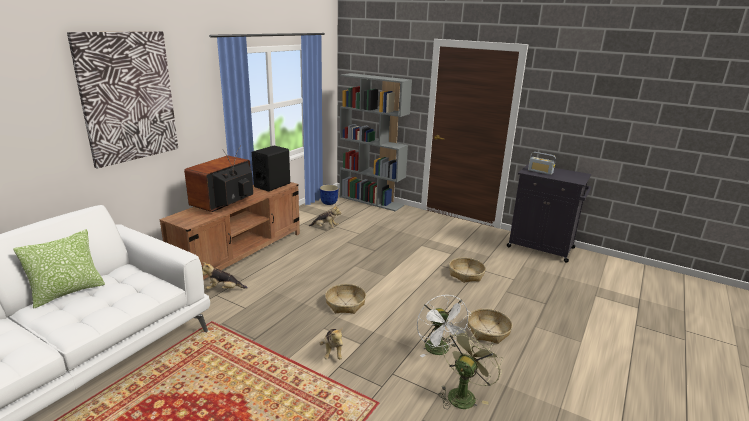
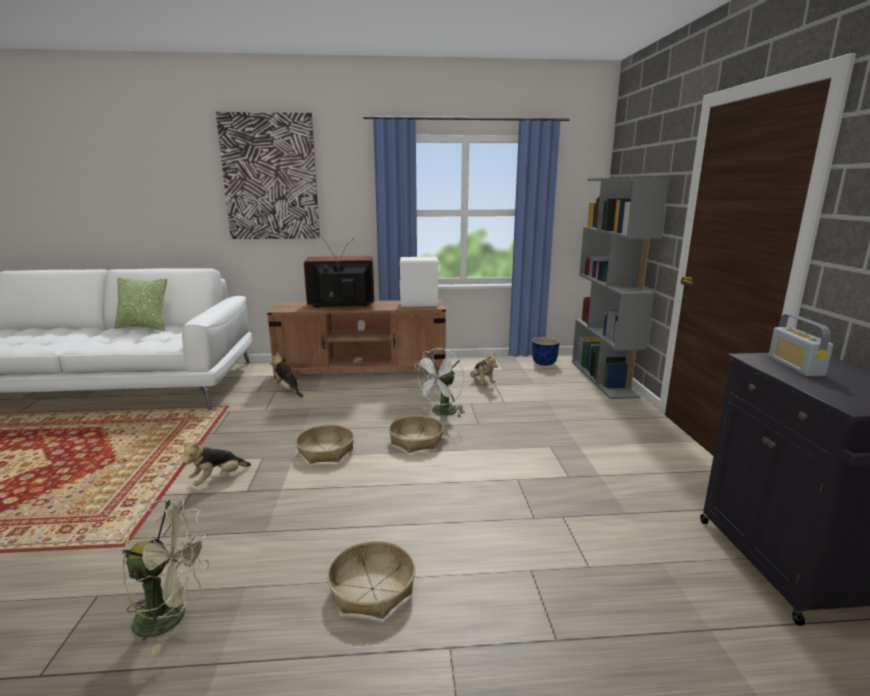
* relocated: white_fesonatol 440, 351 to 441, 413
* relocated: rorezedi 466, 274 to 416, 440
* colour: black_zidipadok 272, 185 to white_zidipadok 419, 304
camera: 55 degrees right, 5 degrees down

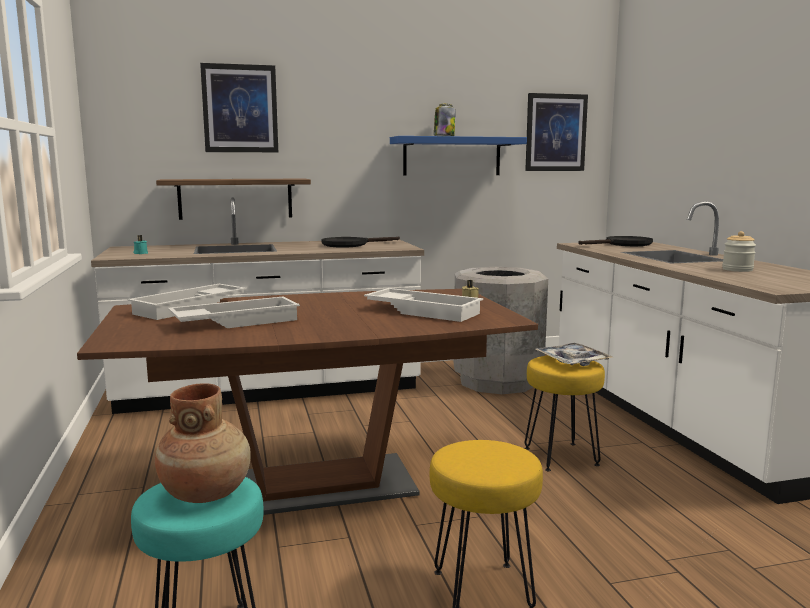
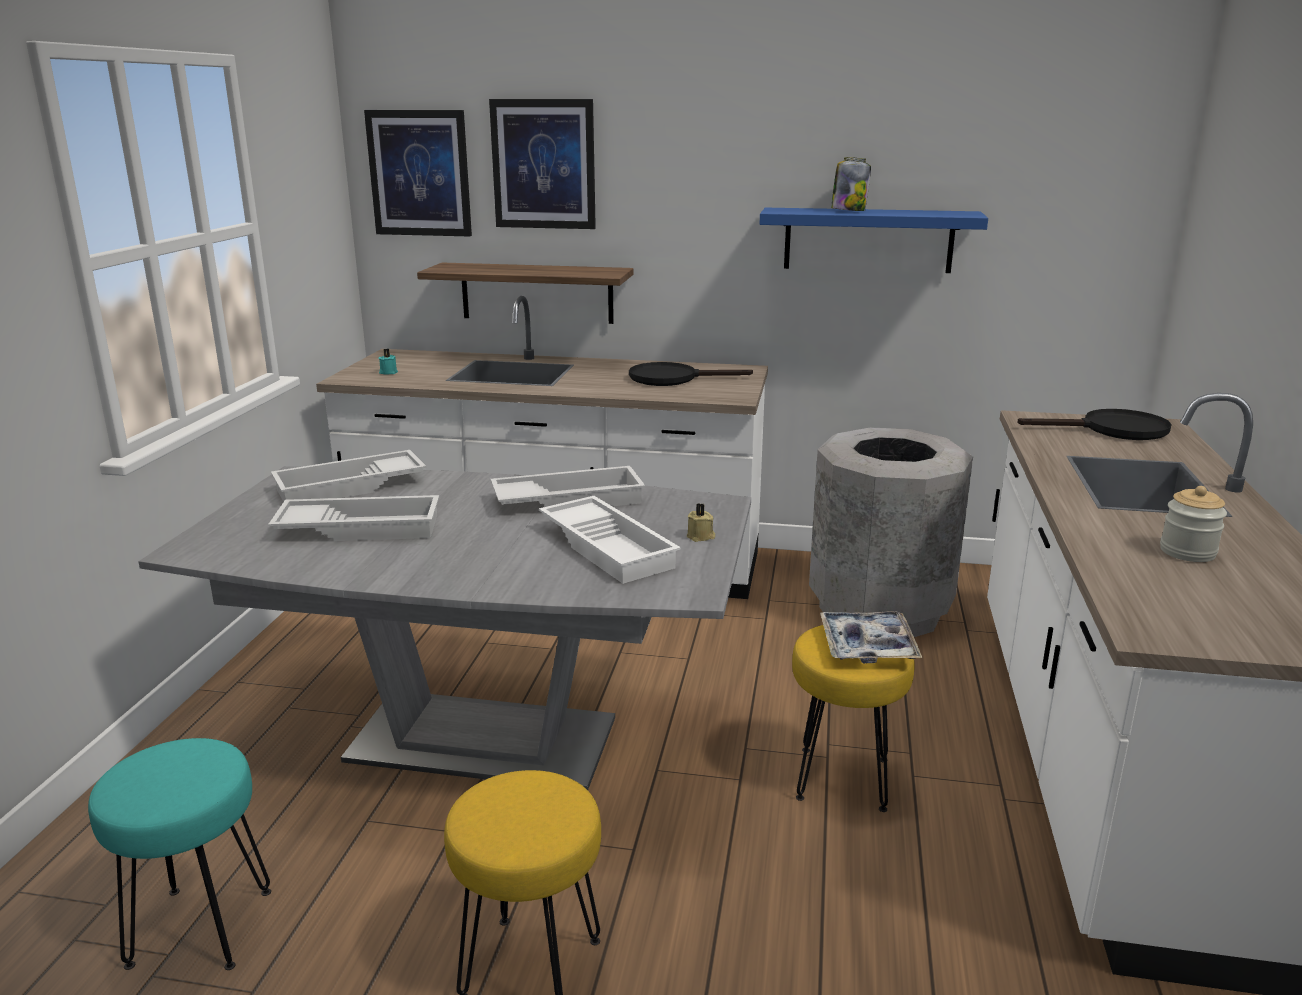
* missing: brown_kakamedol 206, 493
* appeared: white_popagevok 568, 499
* relocated: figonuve 555, 132 to 419, 173
* colour: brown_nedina 318, 486 to grey_nedina 483, 740
camera: 25 degrees right, 10 degrees up

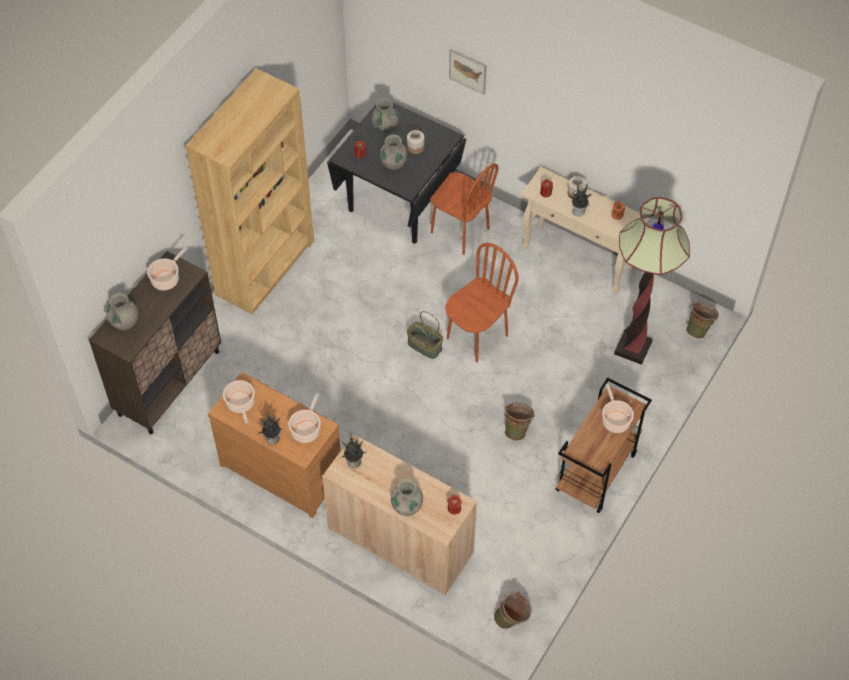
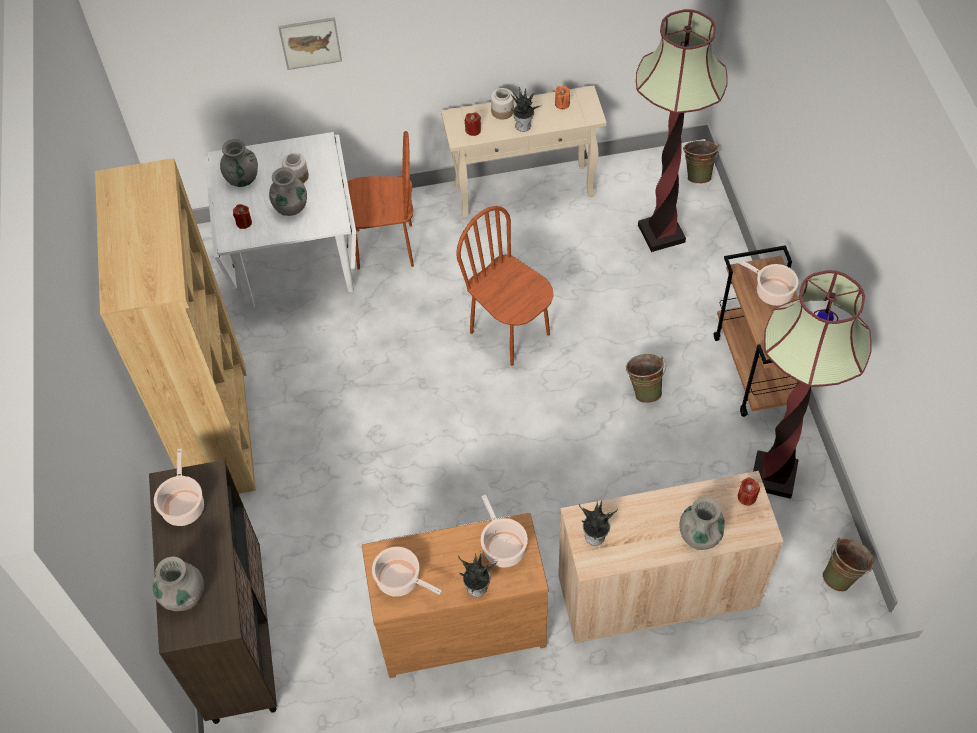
* missing: rorezedi 425, 346
* appeared: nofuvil 773, 476
* colour: black_nedina 398, 205 to white_nedina 297, 266
* spun: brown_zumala 477, 336 = 510, 333 45 degrees counterclockwise
camera: 40 degrees left, 0 degrees up

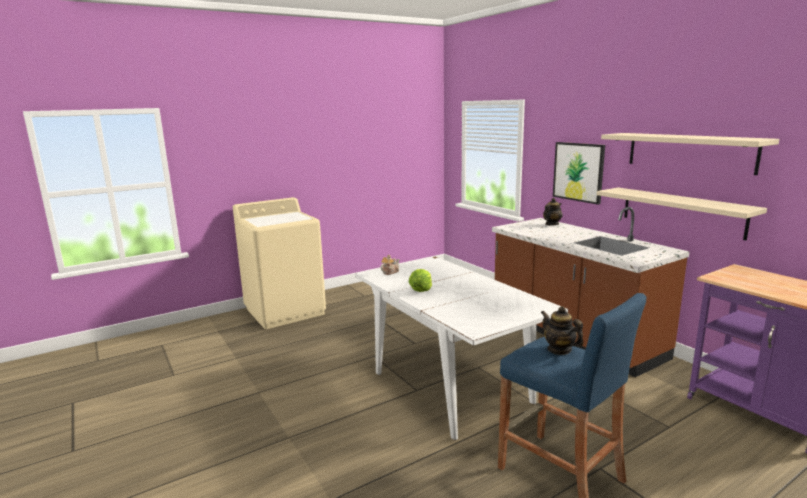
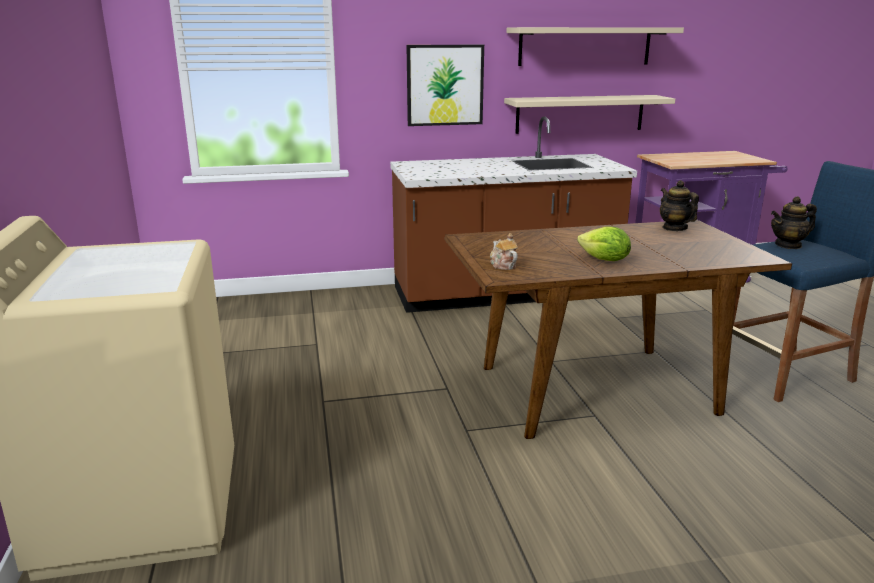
* relocated: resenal 551, 224 to 674, 228
* colour: white_nedina 450, 386 to brown_nedina 594, 390
camera: 70 degrees left, 5 degrees up

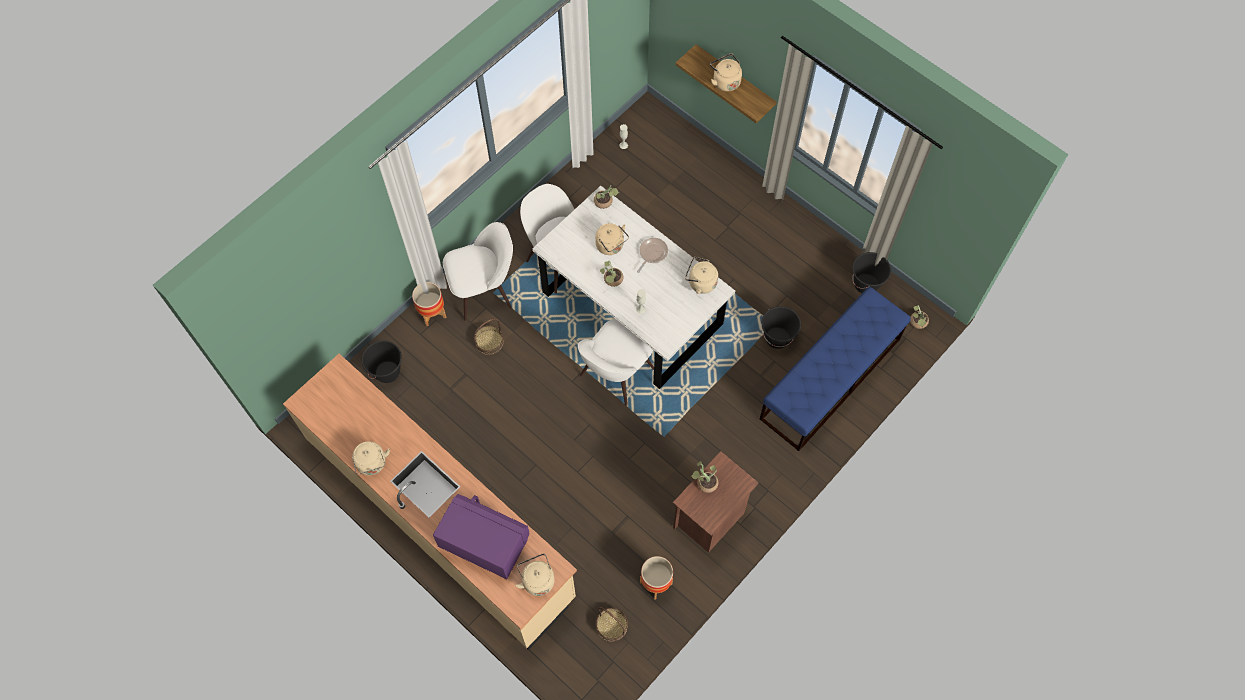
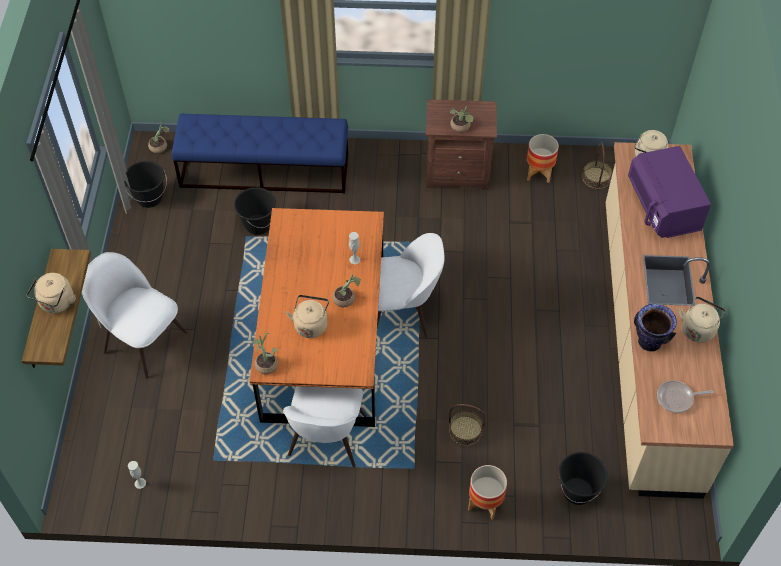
* missing: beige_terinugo 700, 282
* appeared: kakamedol 649, 342
* relocated: white_zumala 484, 290 to 142, 340
* relocated: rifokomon 652, 253 to 677, 398
* colour: white_nedina 631, 308 to orange_nedina 325, 344
camera: 130 degrees left, 10 degrees down

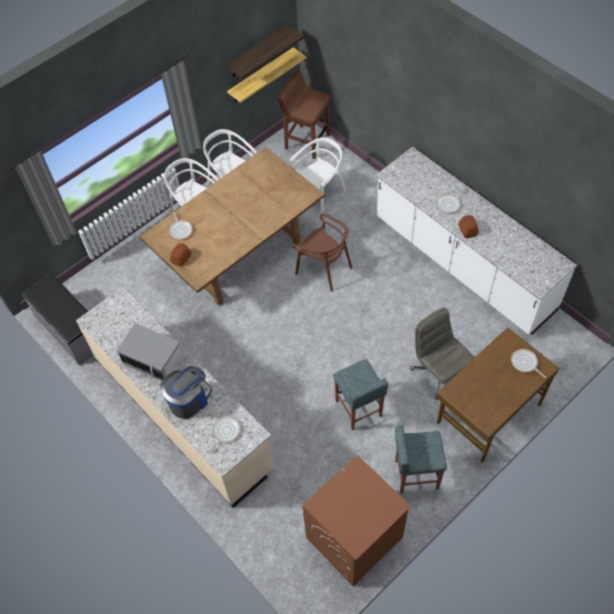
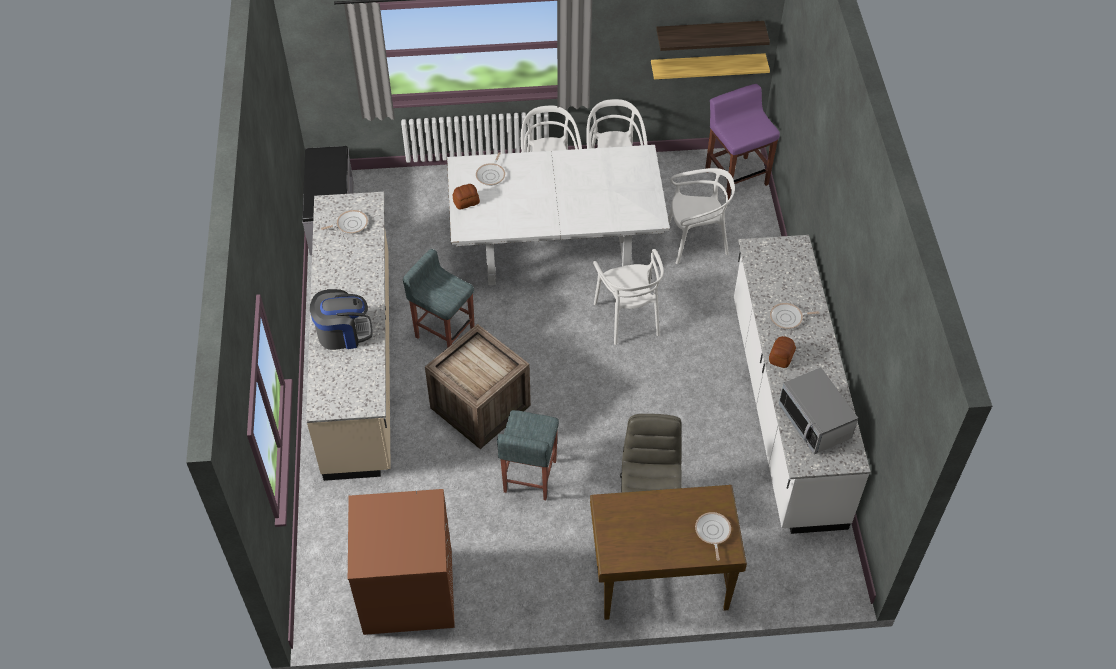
* appeared: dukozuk 478, 406
* relocated: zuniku 154, 360 to 814, 422
* relocated: rifokomon 225, 432 to 350, 224
* relocated: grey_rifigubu 415, 474 to 444, 333
* colour: brown_nedina 240, 254 to white_nedina 557, 248
* colour: brown_rifigubu 306, 141 to purple_rifigubu 736, 177
* colour: brown_zumala 324, 269 to white_zumala 628, 317
camera: 35 degrees right, 5 degrees down

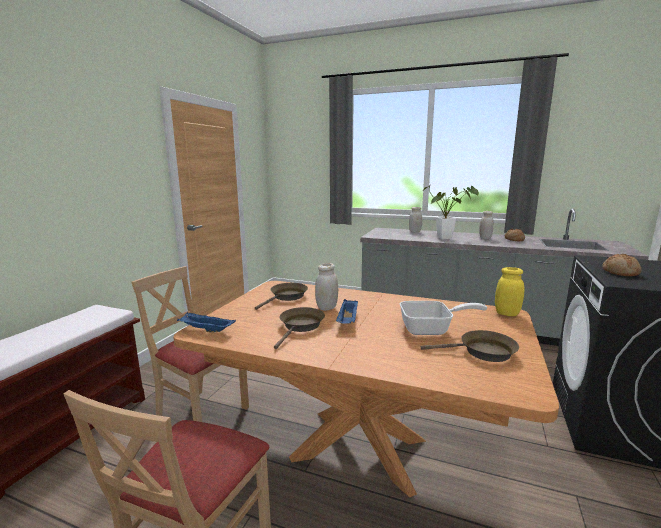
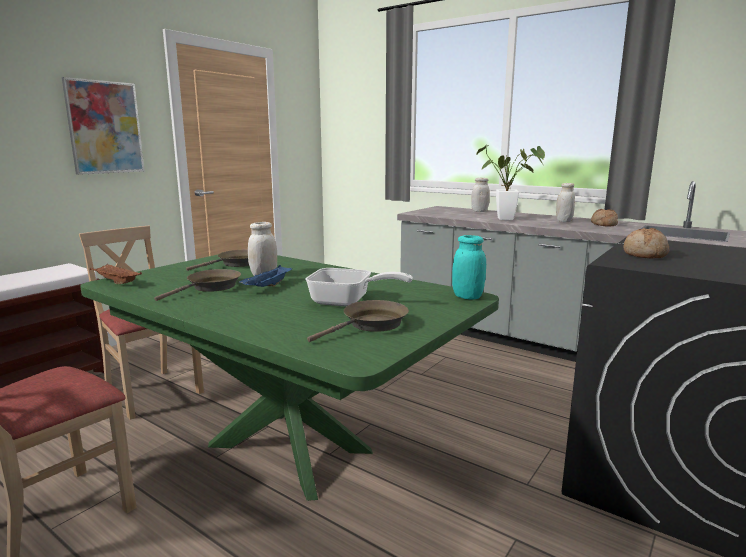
* appeared: figonuve 105, 127
* colour: brown_nedina 360, 449 to green_nedina 289, 448
* colour: blue_popagevok 205, 330 to brown_popagevok 116, 282
* colour: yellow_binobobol 507, 313 to turquoise_binobobol 467, 297
* spun: brown_rifokomon 482, 352 = 371, 325 60 degrees counterclockwise
camera: 15 degrees right, 0 degrees up

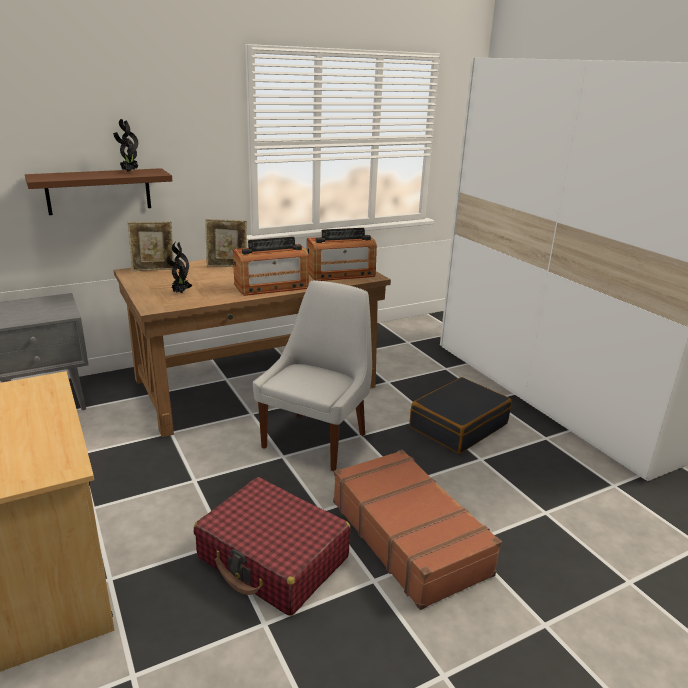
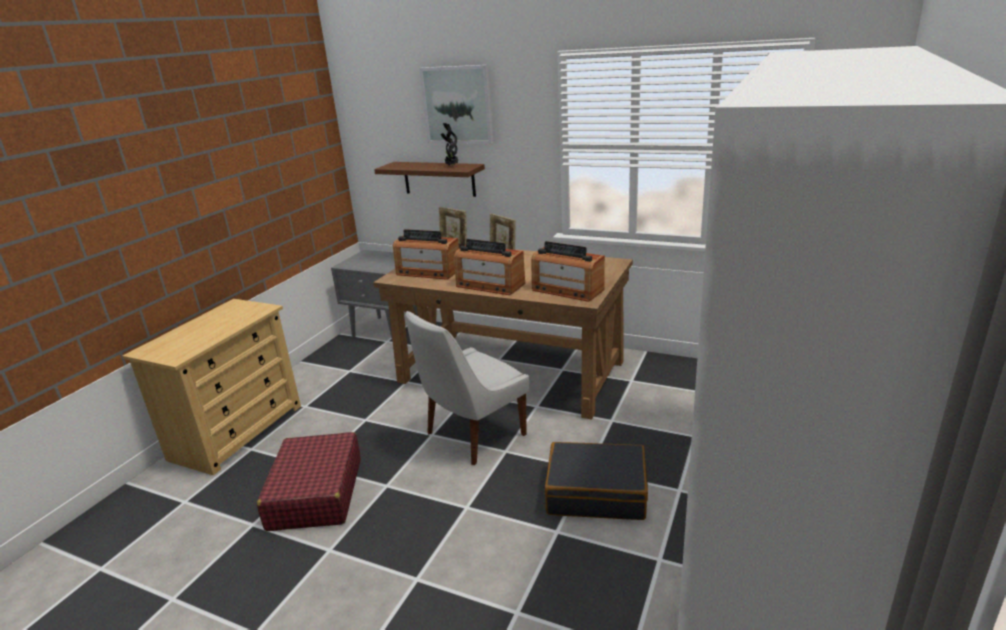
* missing: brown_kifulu 409, 536
* appeared: figonuve 458, 105
* exchanged: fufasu 180, 292 to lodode 428, 272
* spun: white_zumala 317, 439 = 472, 435 150 degrees clockwise
camera: 55 degrees right, 0 degrees up

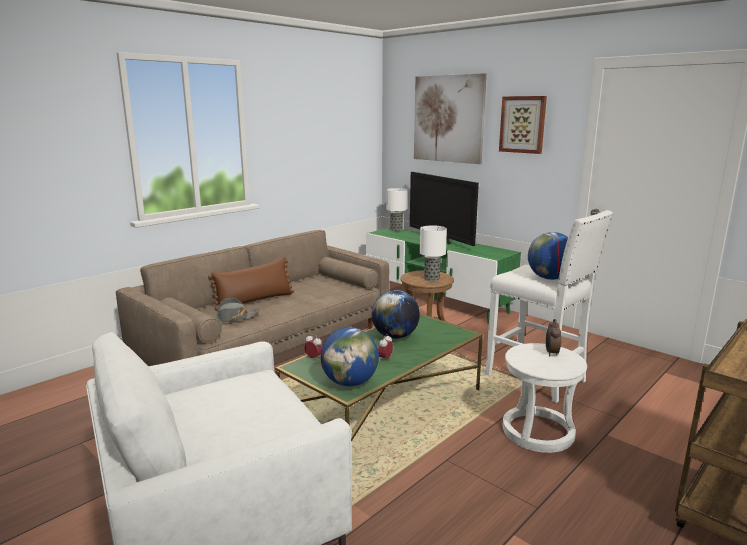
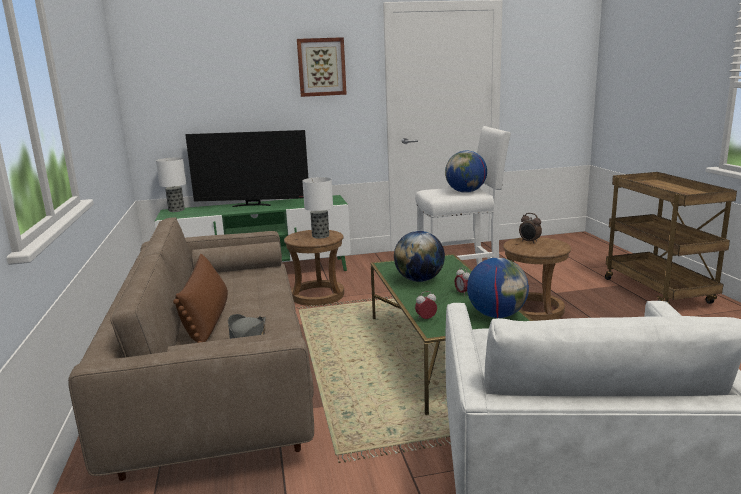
* missing: figonuve 448, 119
* colour: white_rifigubu 538, 432 to brown_rifigubu 534, 310
camera: 55 degrees left, 0 degrees up

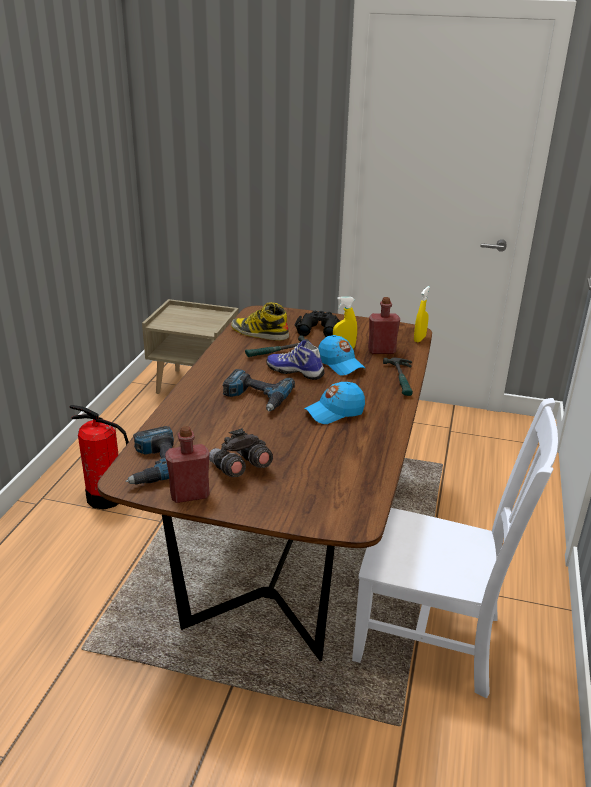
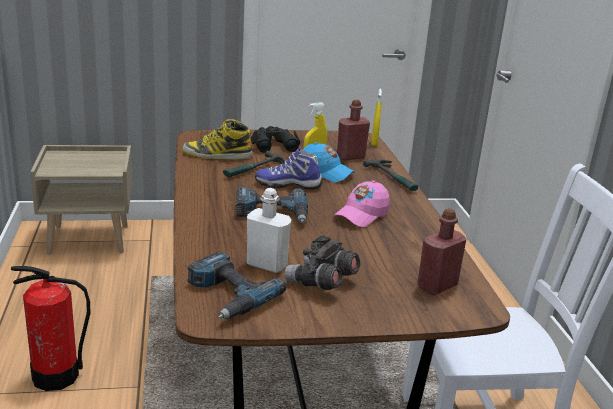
* appeared: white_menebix 266, 265
* relocated: red_menebix 189, 495 to 437, 286
* colour: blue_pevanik 334, 412 to pink_pevanik 361, 215
camera: 25 degrees left, 5 degrees down

